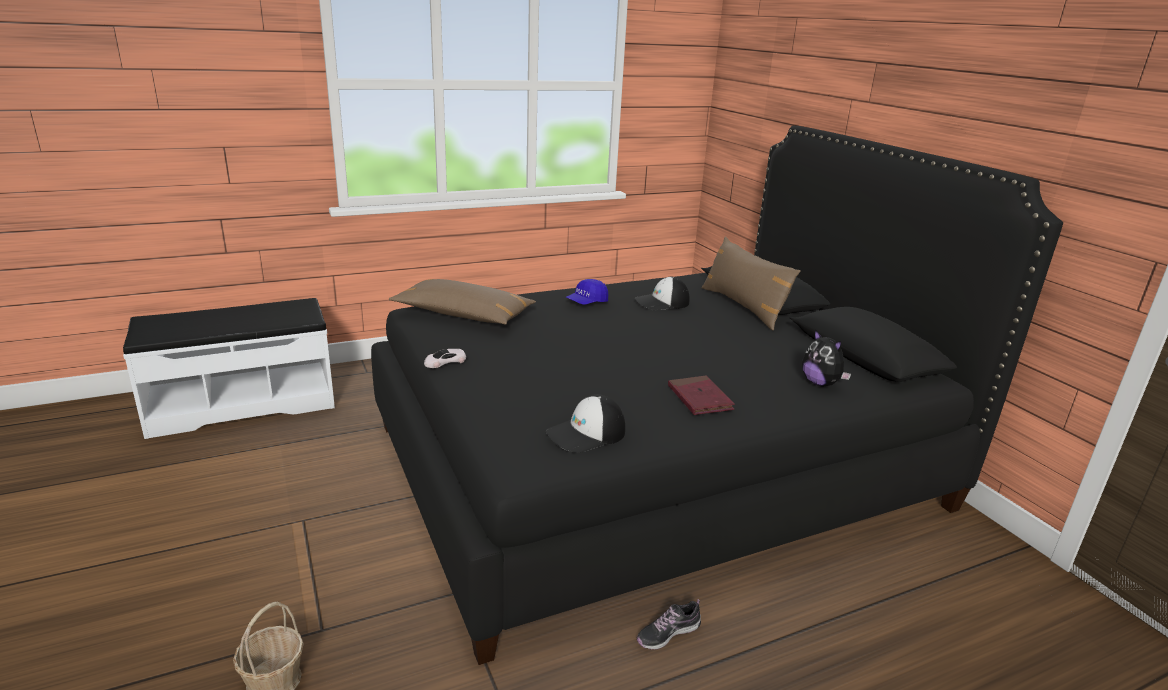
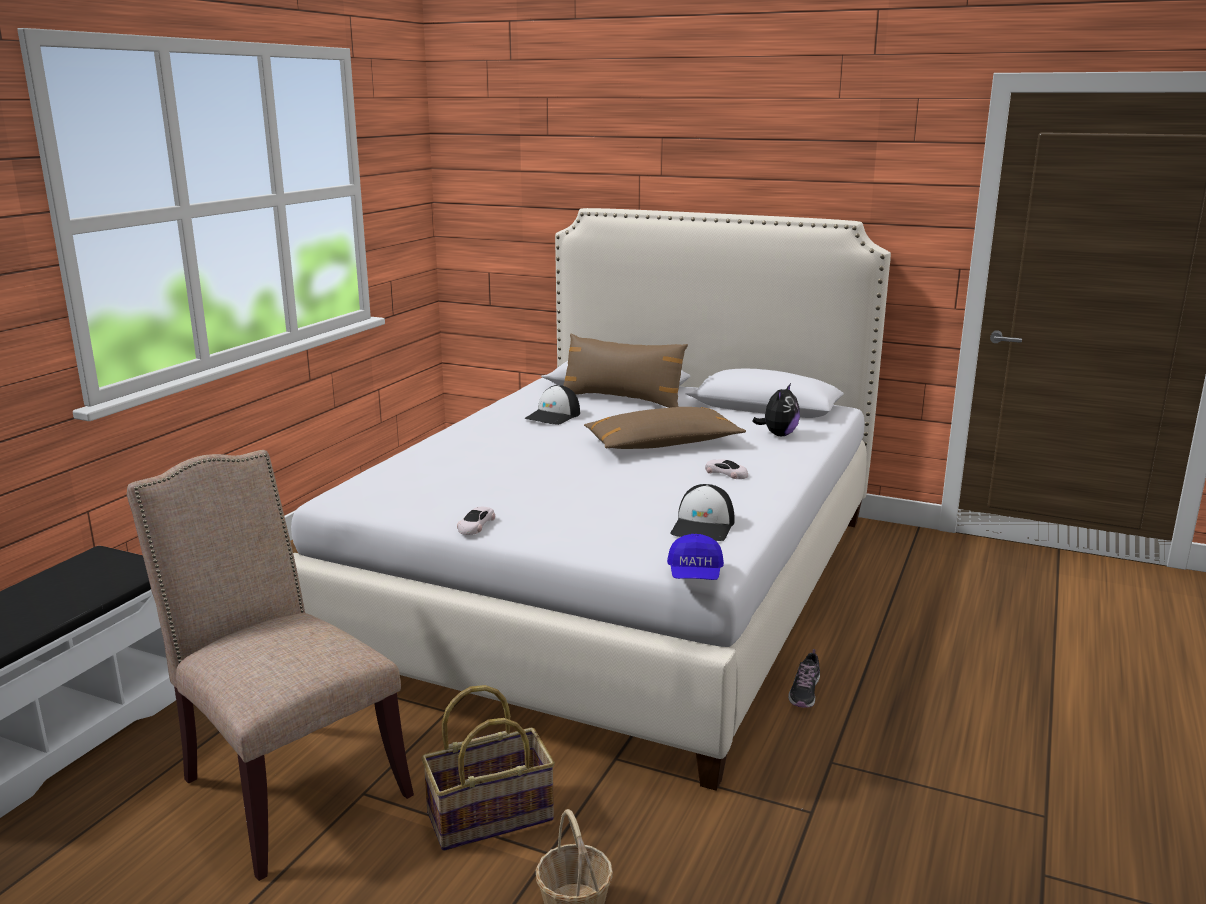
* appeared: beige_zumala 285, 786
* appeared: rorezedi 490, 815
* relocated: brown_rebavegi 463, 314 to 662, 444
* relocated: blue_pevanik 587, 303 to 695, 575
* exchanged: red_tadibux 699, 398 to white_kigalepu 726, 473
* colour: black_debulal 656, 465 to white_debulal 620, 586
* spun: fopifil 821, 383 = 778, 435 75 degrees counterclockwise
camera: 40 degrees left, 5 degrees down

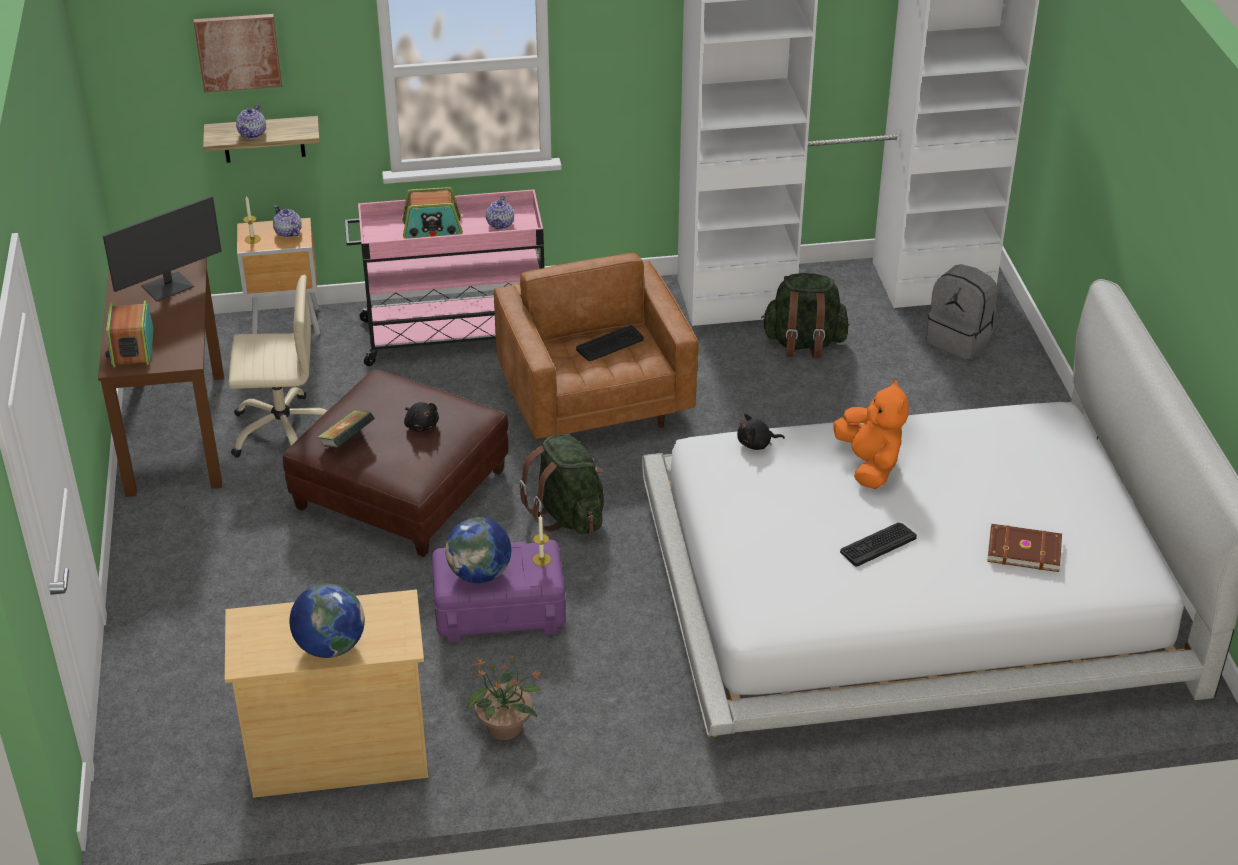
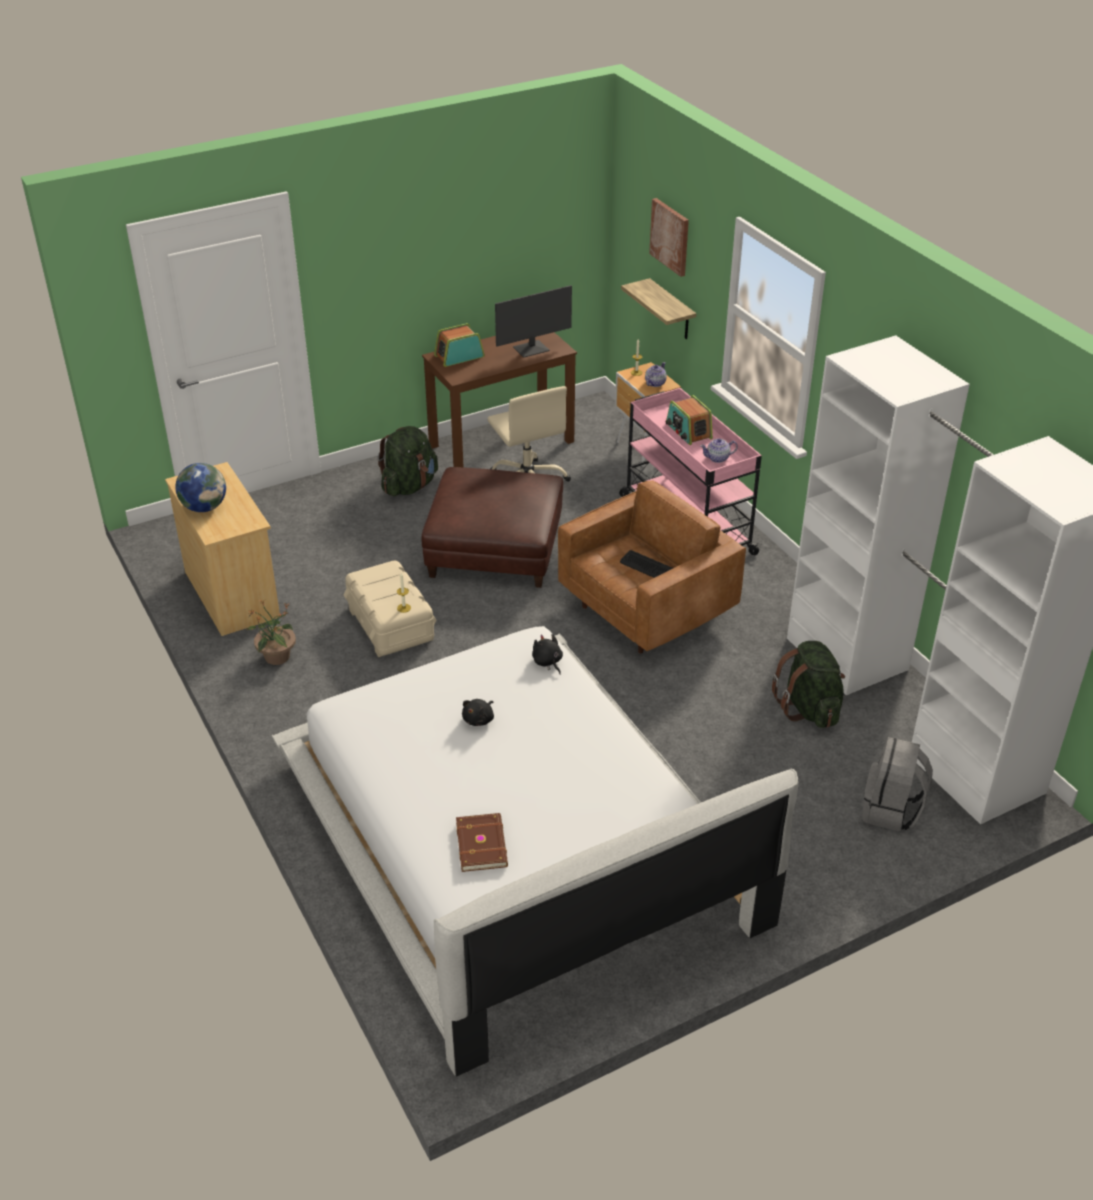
* missing: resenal 253, 133
* missing: tadibux 347, 441
* missing: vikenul 480, 574
* missing: orange_fopifil 869, 465
* missing: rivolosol 877, 544
* relocated: black_fopifil 421, 425 to 479, 719
* relocated: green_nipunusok 568, 515 to 409, 486
* colour: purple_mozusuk 499, 611 to beige_mozusuk 390, 625
* spun: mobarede 168, 287 = 531, 349 60 degrees counterclockwise
camera: 70 degrees right, 0 degrees up

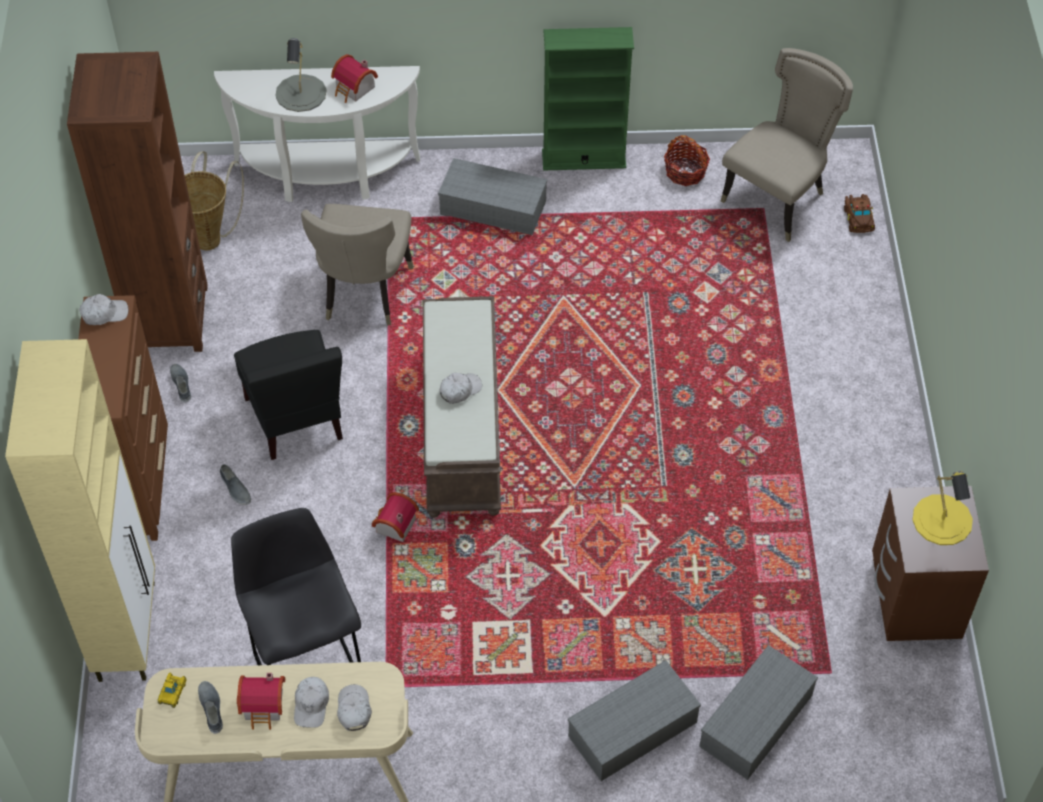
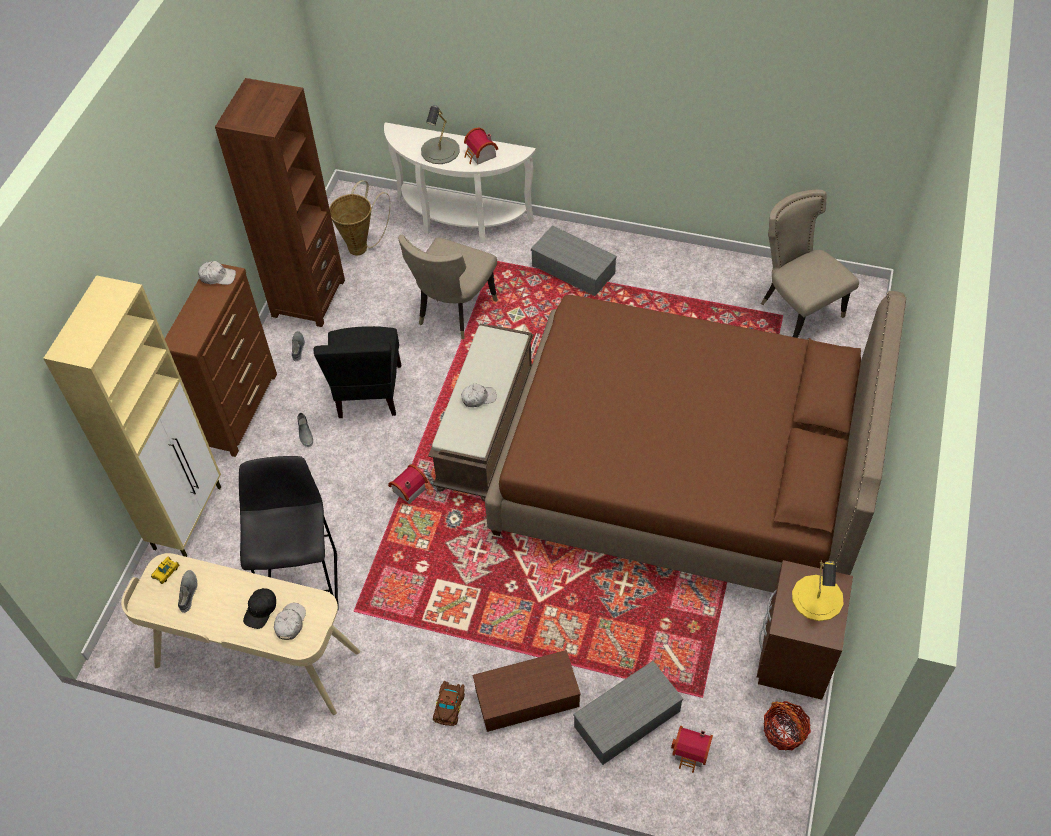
* missing: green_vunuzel 583, 159
* appeared: brown_debulal 682, 472
* relocated: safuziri 265, 707 to 691, 753
* relocated: rorezedi 685, 172 to 784, 731
* relocated: brown_kigalepu 859, 218 to 450, 705
* colour: white_pevanik 311, 705 to black_pevanik 261, 610
* colour: grey_mozusuk 632, 731 to brown_mozusuk 526, 699
* spun: beige_zumala 778, 198 = 797, 310 90 degrees counterclockwise
camera: 20 degrees right, 0 degrees up

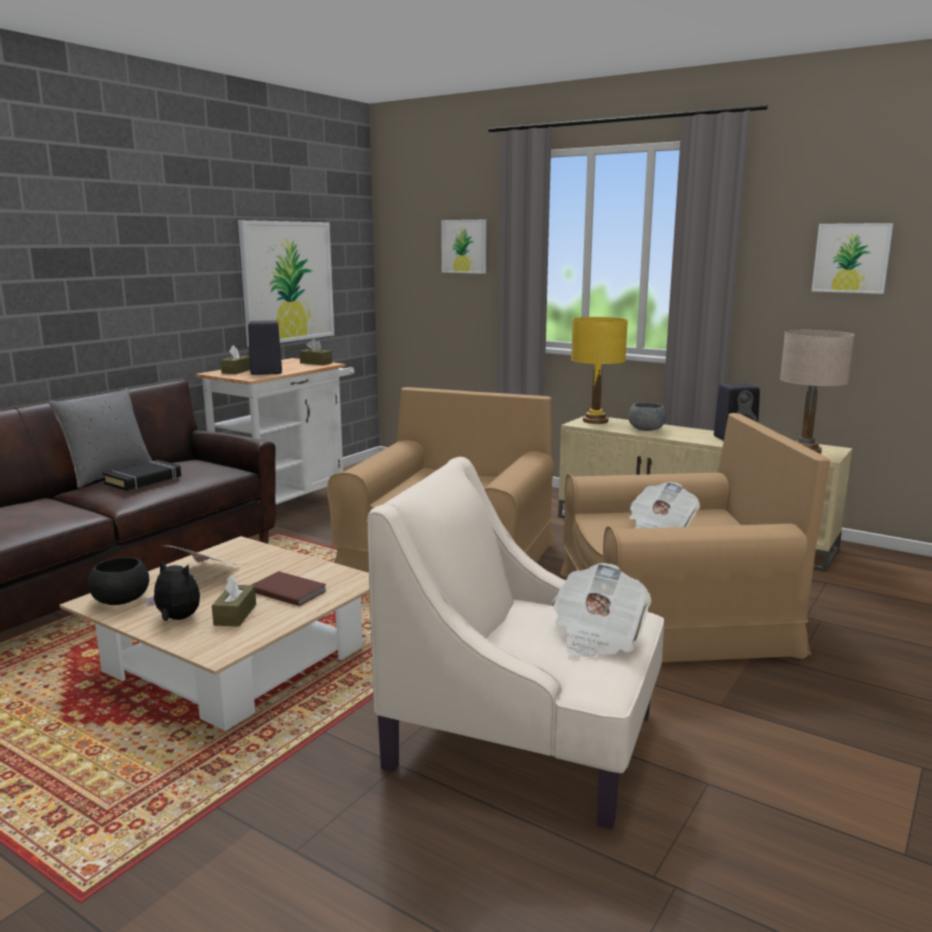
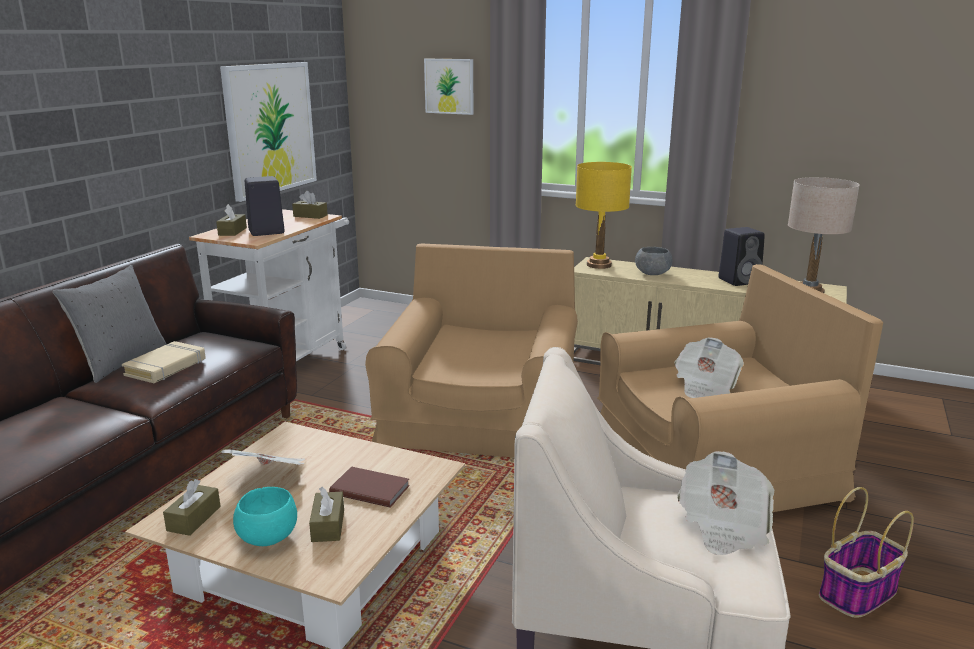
* missing: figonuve 851, 258
* appeared: rorezedi 857, 594
* exchanged: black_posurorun 121, 600 to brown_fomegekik 194, 518
* exchanged: fopifil 176, 619 to turquoise_posurorun 267, 538
* colour: black_tadibux 144, 480 to beige_tadibux 166, 367
camera: 10 degrees left, 5 degrees up

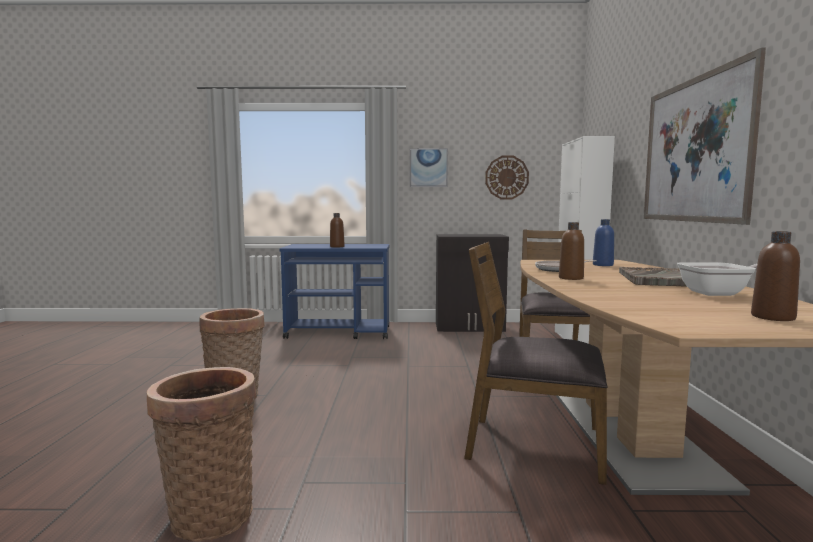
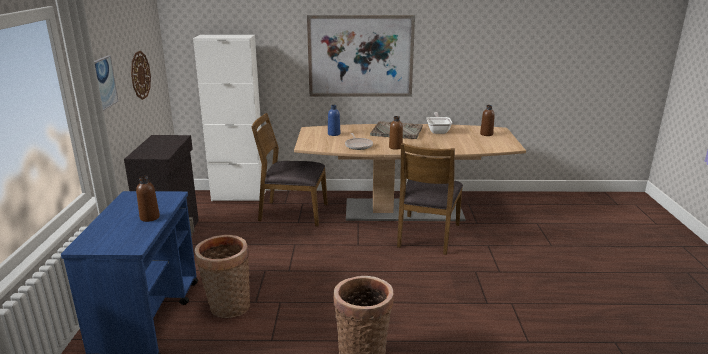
* relocated: rorezedi 209, 513 to 227, 308
camera: 90 degrees left, 15 degrees up

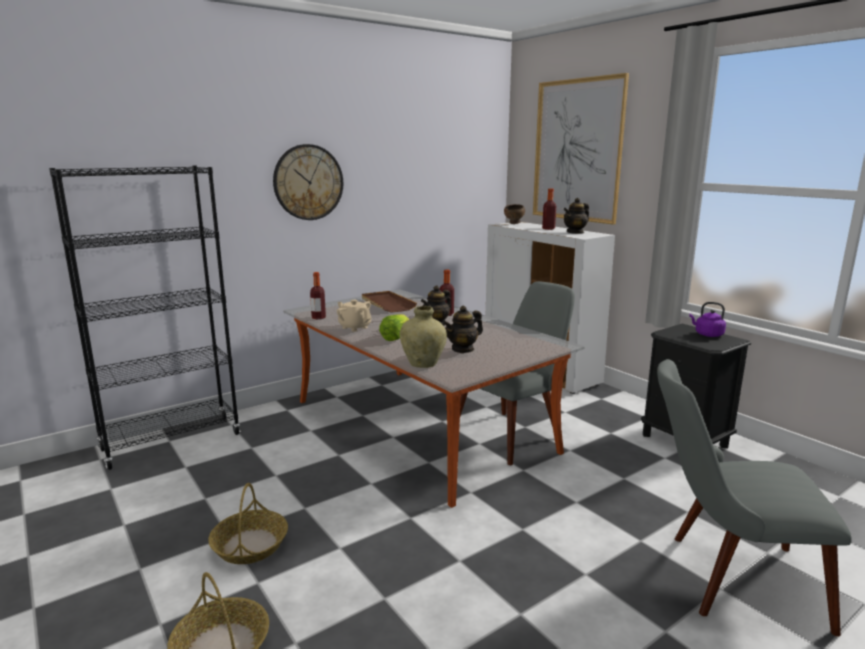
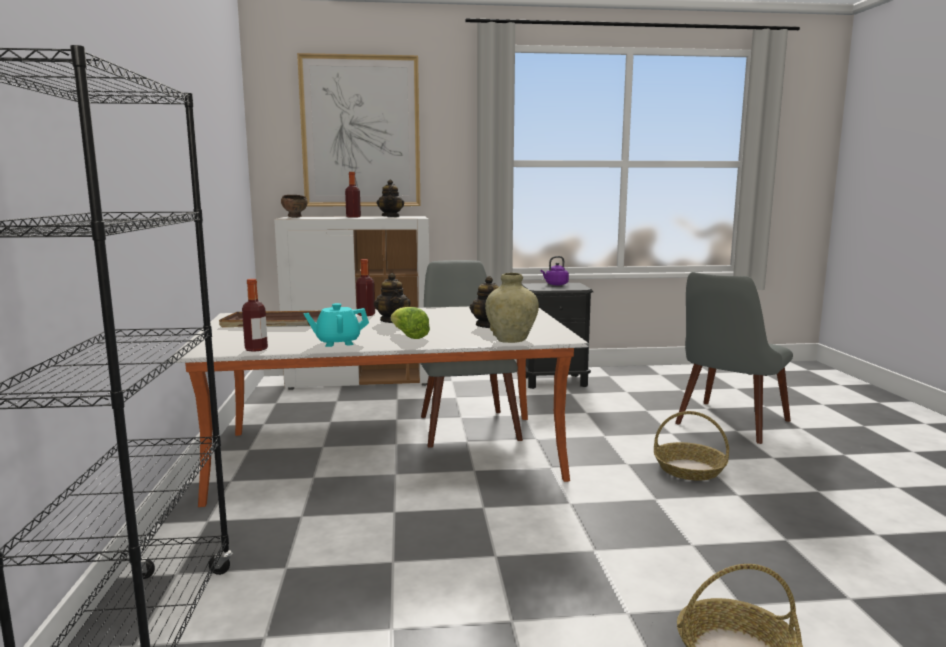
* missing: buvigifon 308, 182
* relocated: rorezedi 250, 545 to 689, 469
* colour: beige_resenal 354, 327 to turquoise_resenal 337, 343
camera: 60 degrees left, 5 degrees down

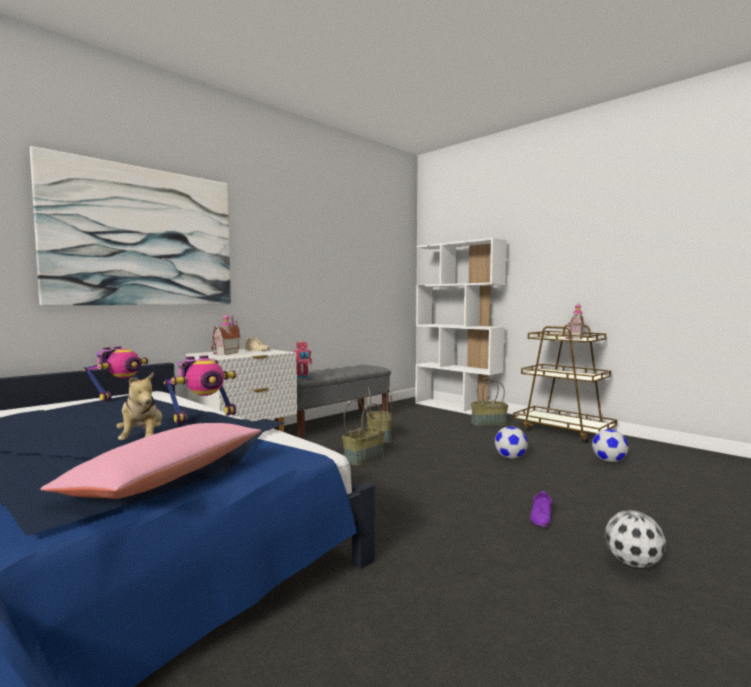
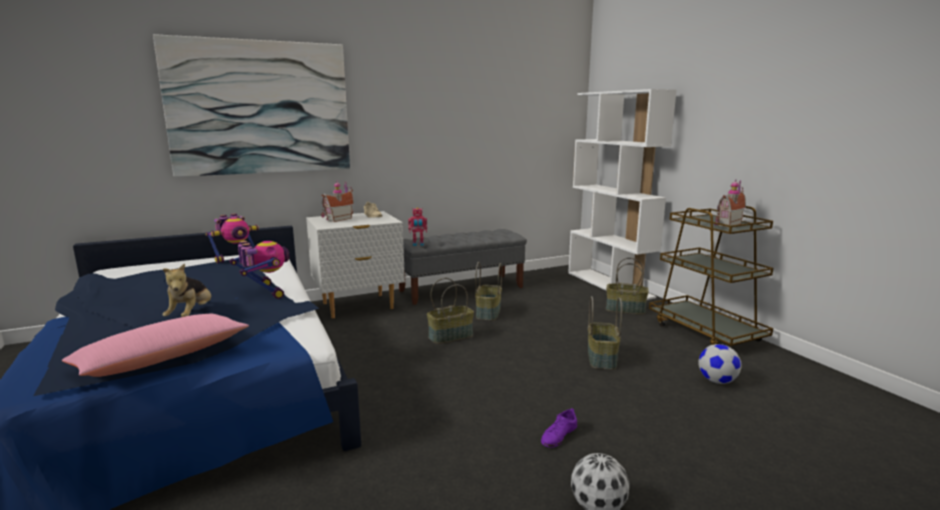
* exchanged: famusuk 510, 458 to rorezedi 602, 358
* spun: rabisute 203, 417 = 264, 293 105 degrees counterclockwise
camera: 20 degrees right, 10 degrees up

